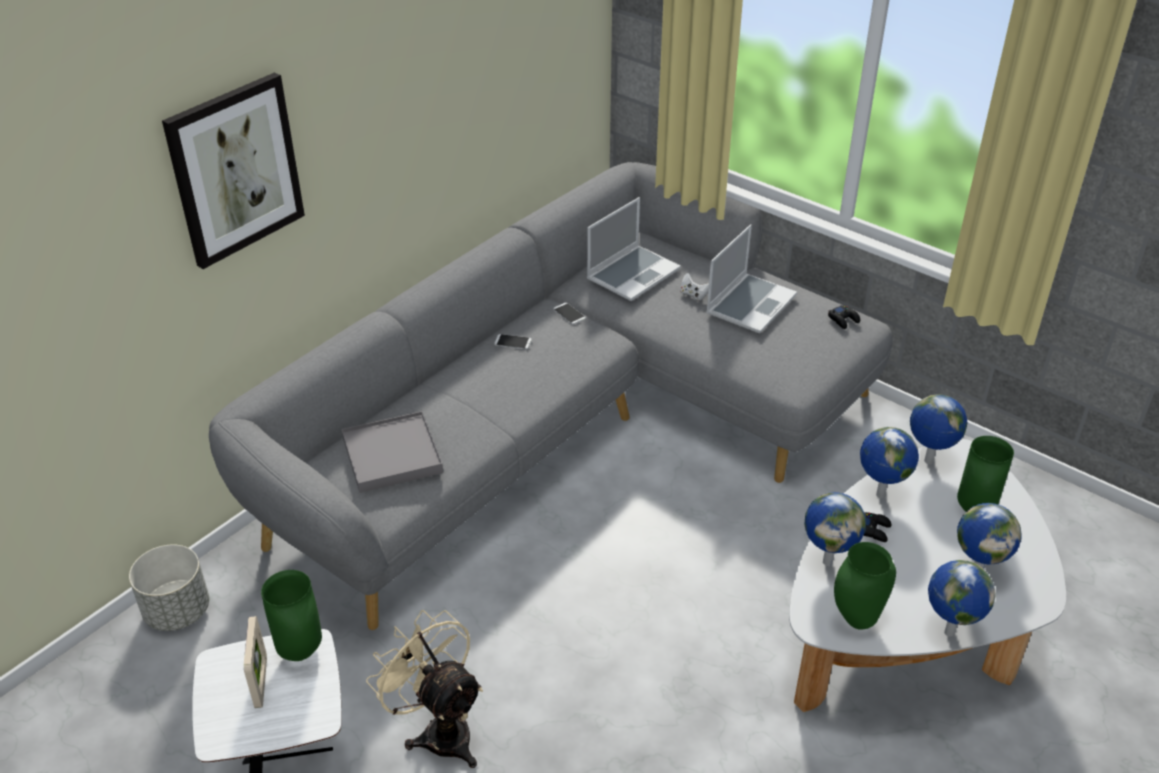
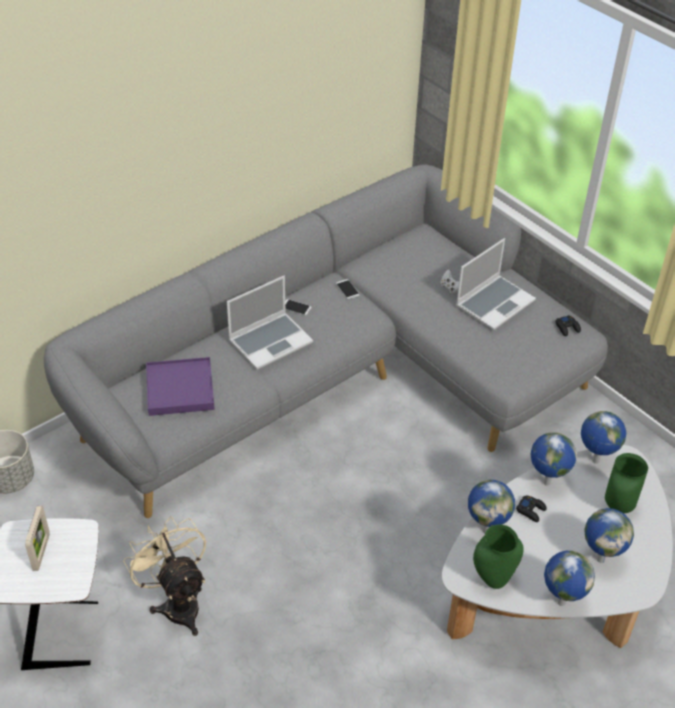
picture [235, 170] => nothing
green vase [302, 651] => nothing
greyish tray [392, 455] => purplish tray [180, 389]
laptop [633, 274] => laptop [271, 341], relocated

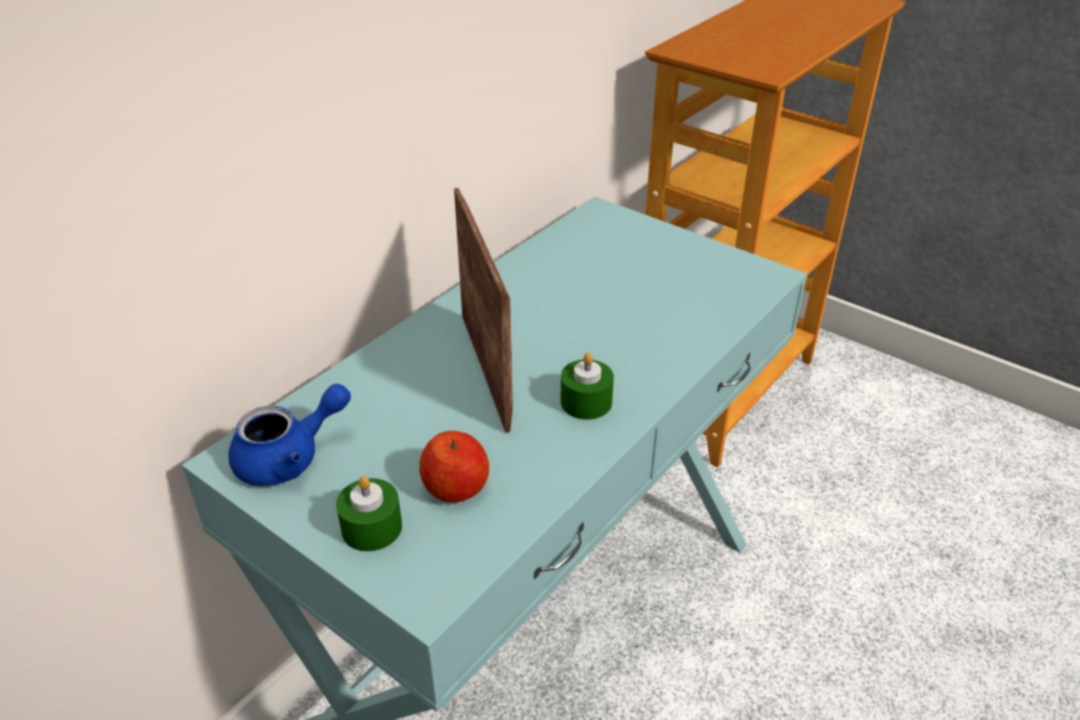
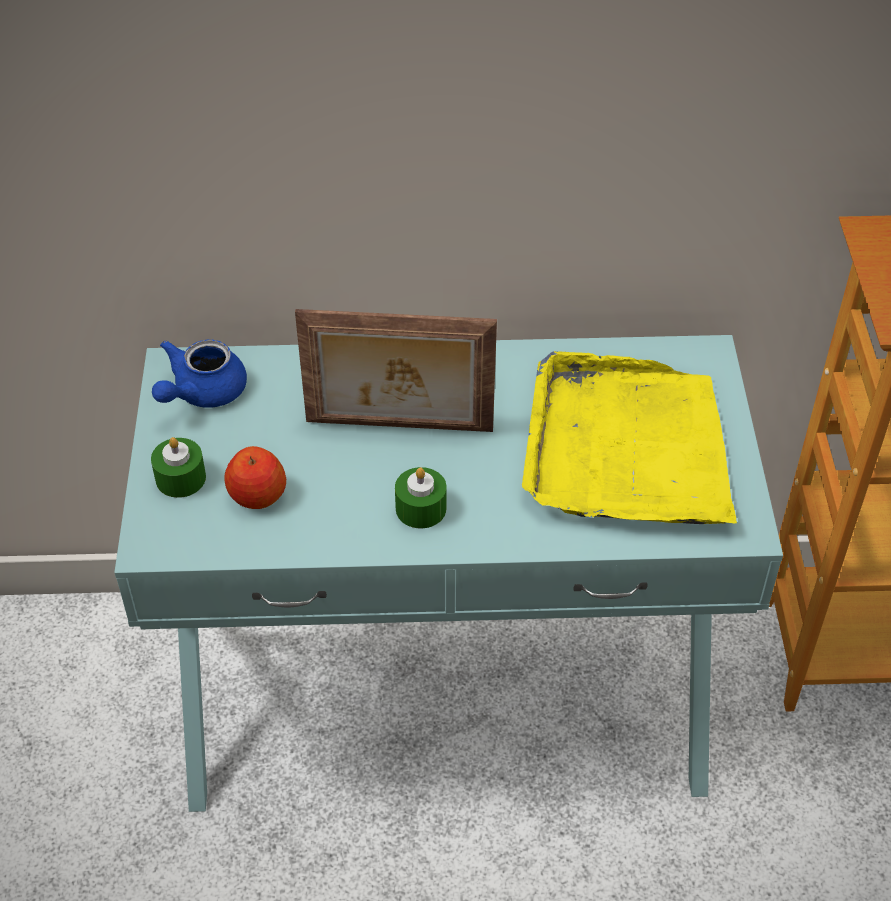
bluish pot for tea [290, 458] => bluish pot for tea [201, 393], 105 degrees clockwise
photo frame [487, 369] => photo frame [399, 428], 60 degrees clockwise
nothing => yellowish tray [626, 449]

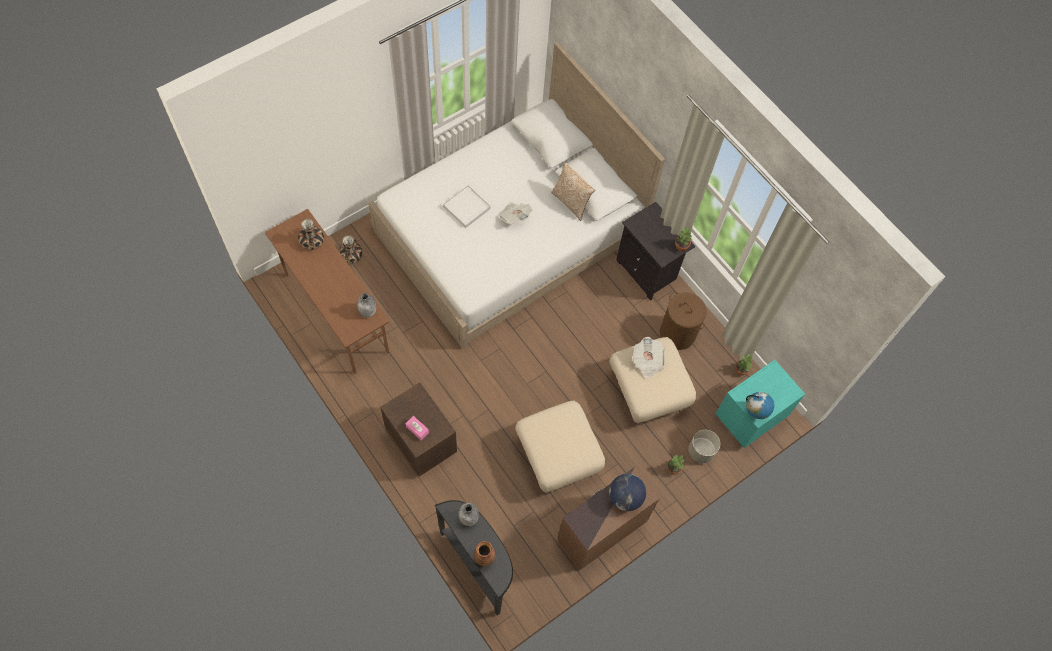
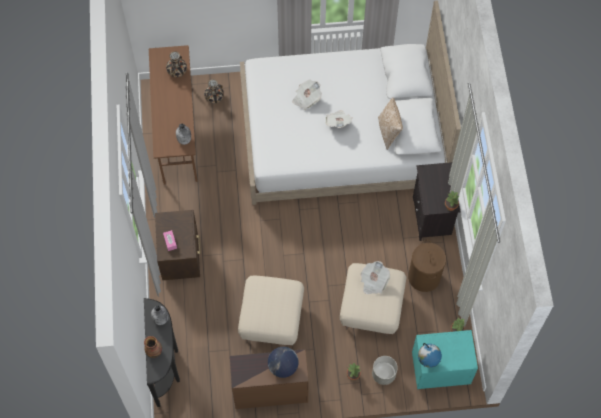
white-coloured tray [466, 208] => daily paper [306, 99]

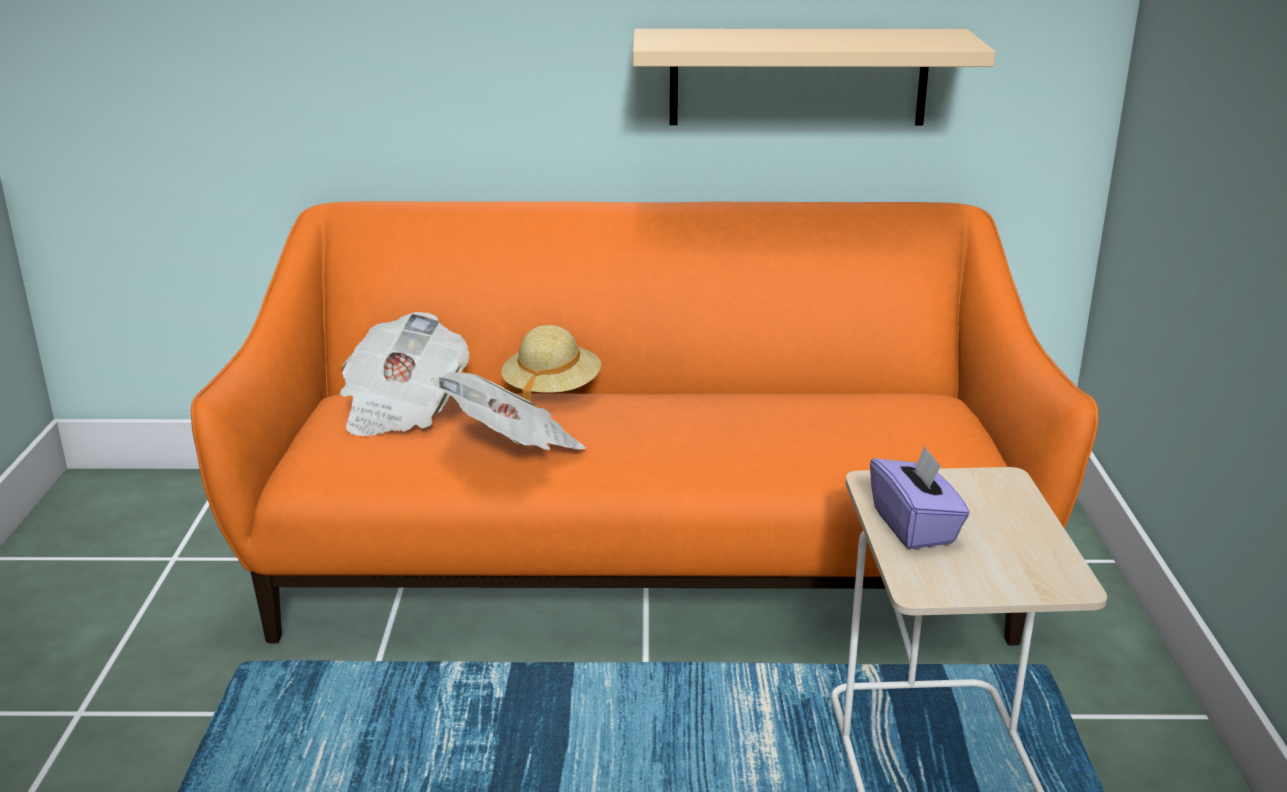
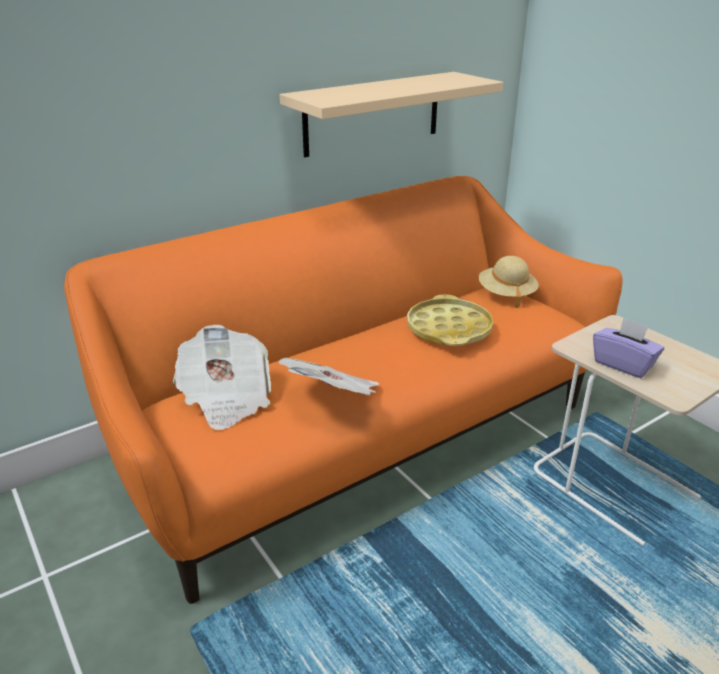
beige-coloured hat [551, 390] => beige-coloured hat [506, 294], relocated
nothing => yellowish tray [449, 329]

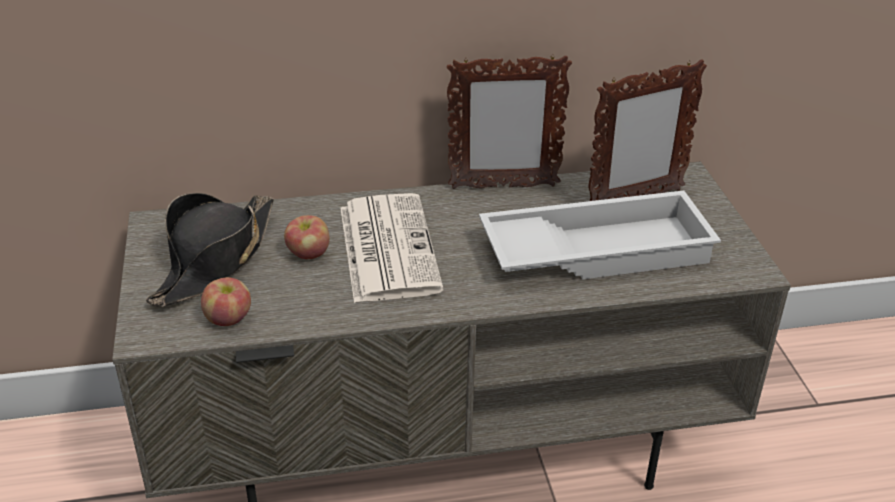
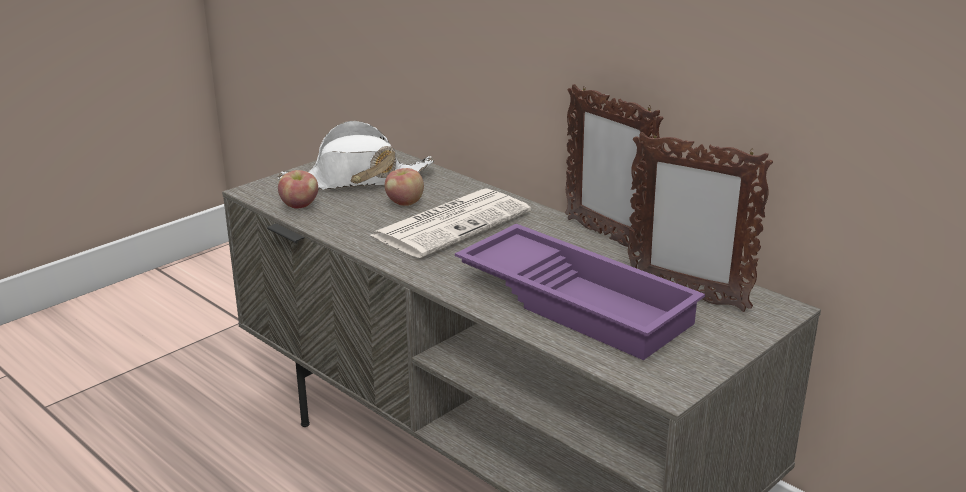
black hat [215, 260] => white-coloured hat [356, 180]
white-coloured tray [596, 249] => purplish tray [578, 301]

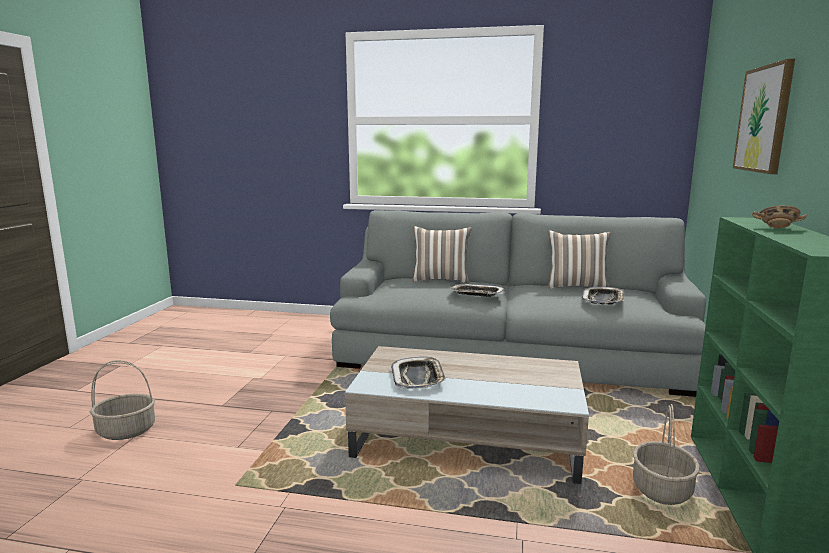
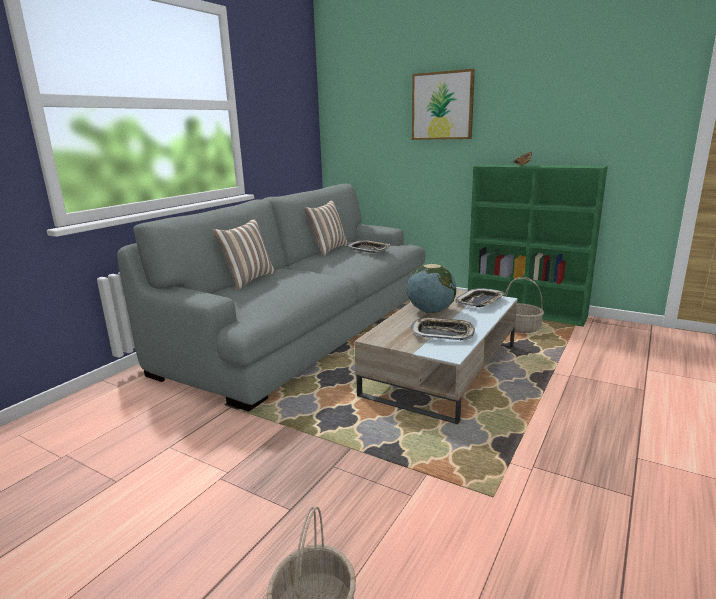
tray [476, 294] => tray [480, 302], relocated
nothing => desk globe [430, 311]

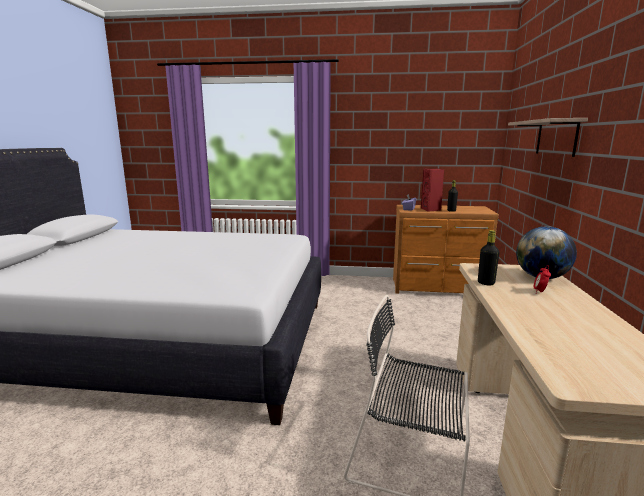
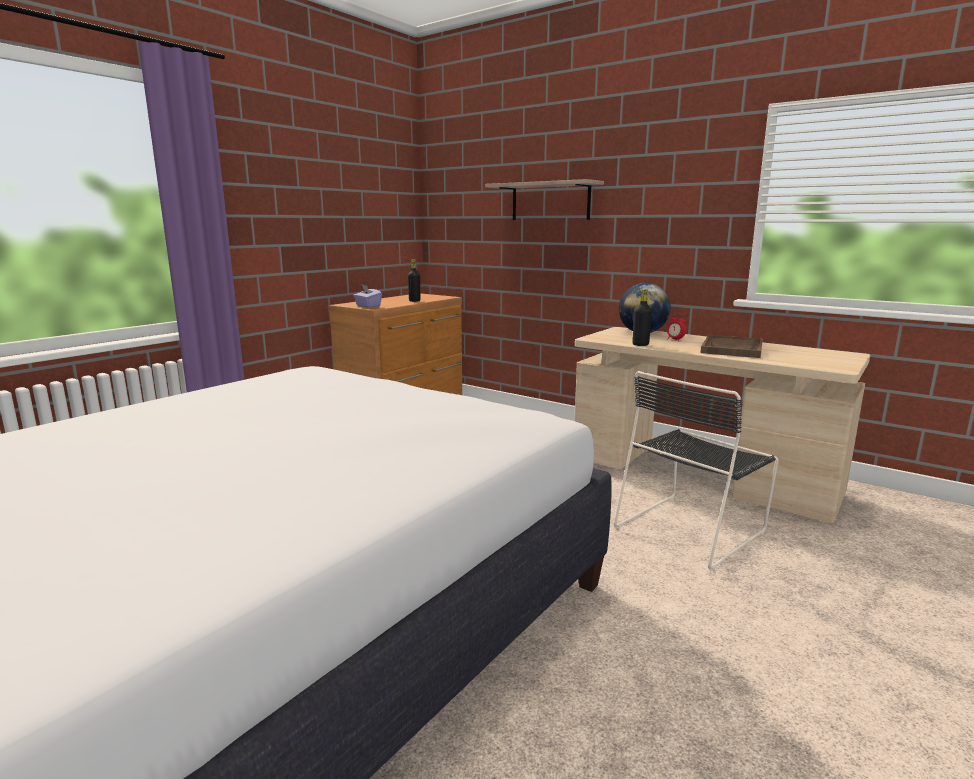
red audio speaker [431, 209] => nothing
nothing => brown tray [732, 349]

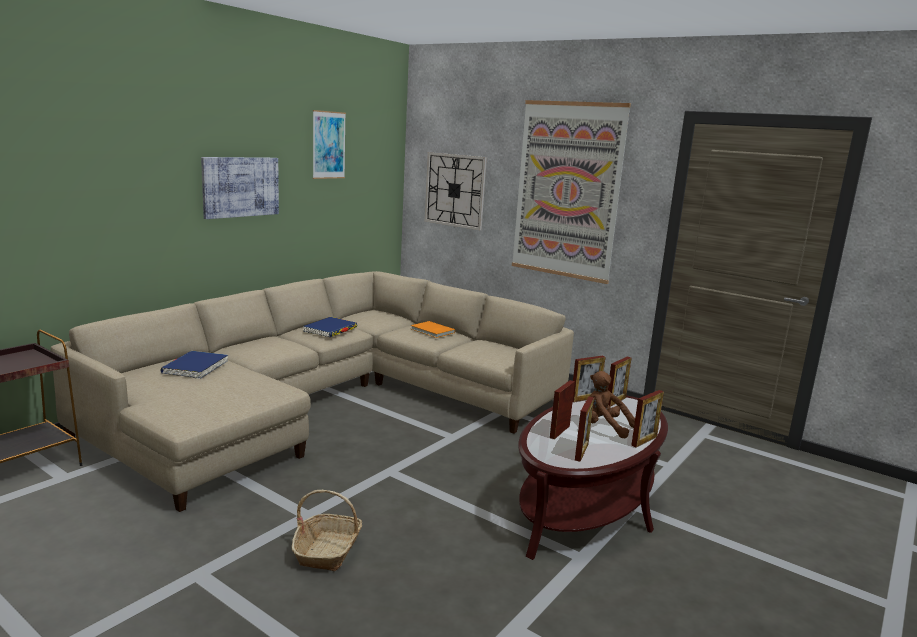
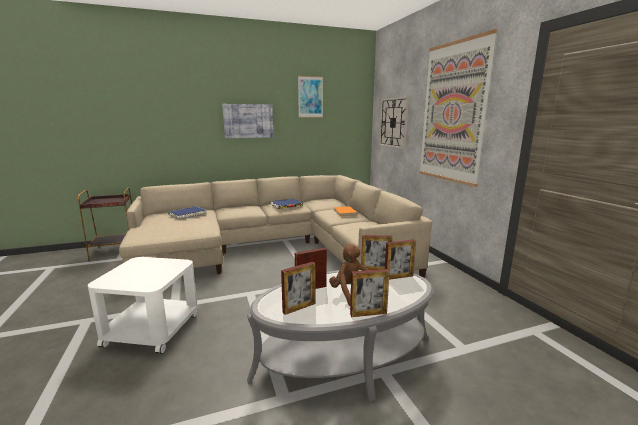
basket [328, 550] => white-coloured side table [152, 329]
brown coffee table [586, 505] => greyish coffee table [344, 357]

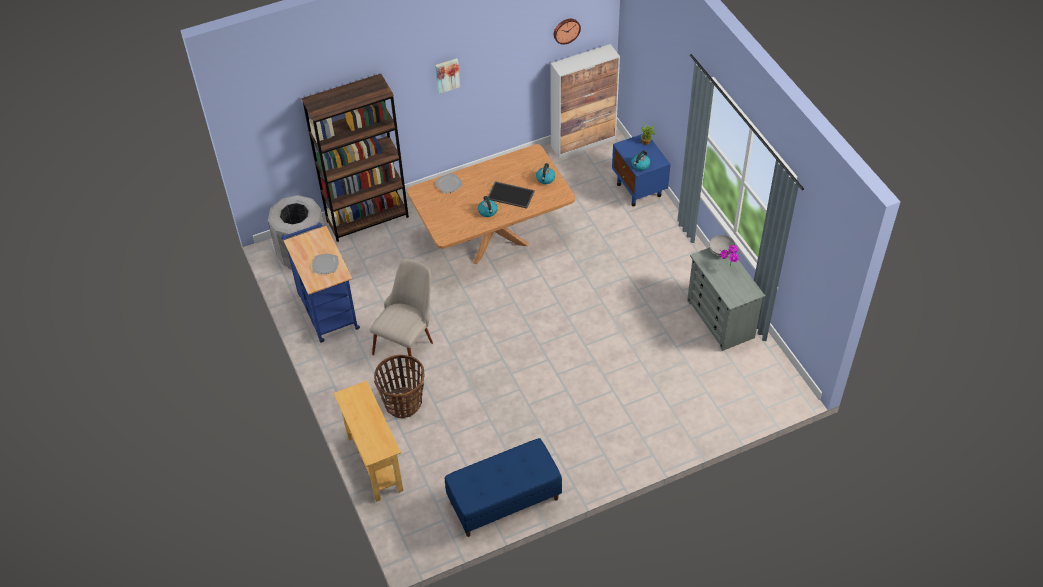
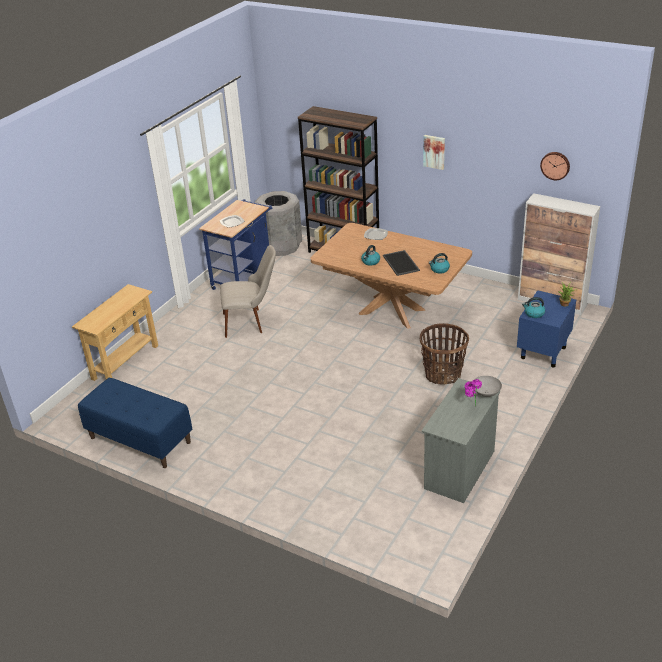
basket [403, 403] => basket [443, 374], relocated

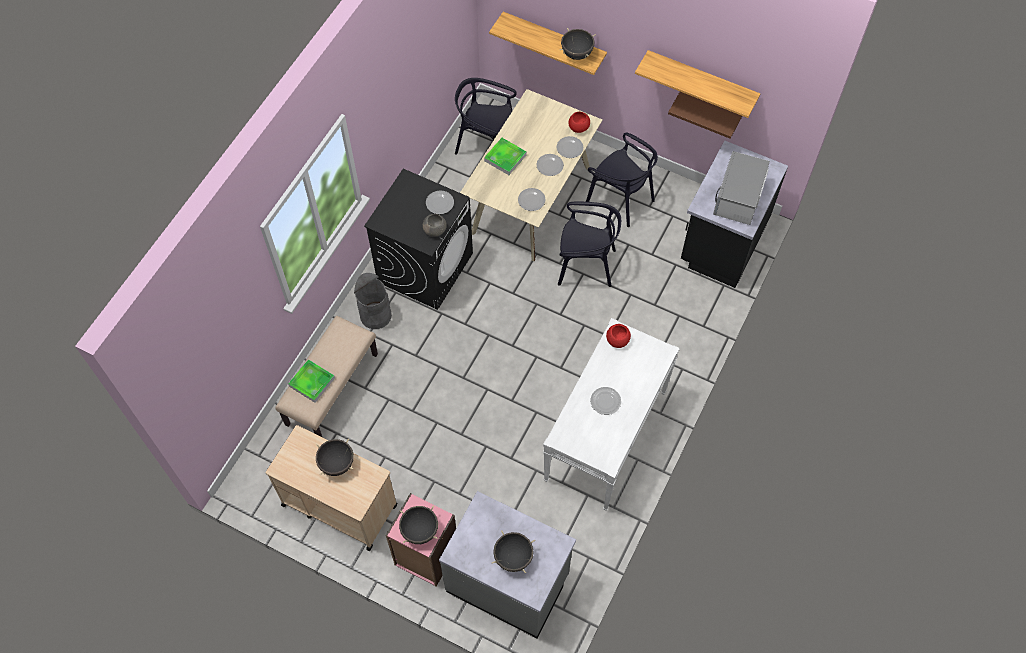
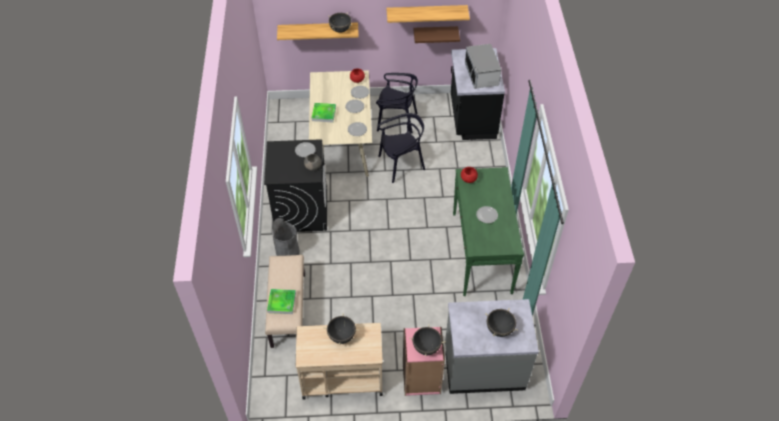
black upright chair [485, 144] => nothing
white-coloured hall table [605, 436] => green hall table [482, 253]

